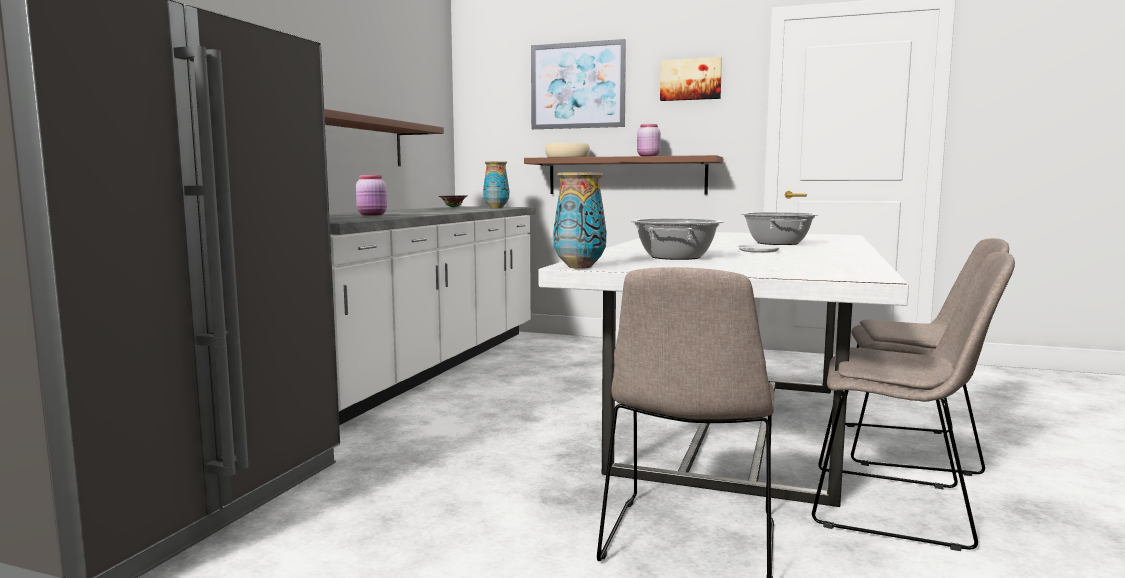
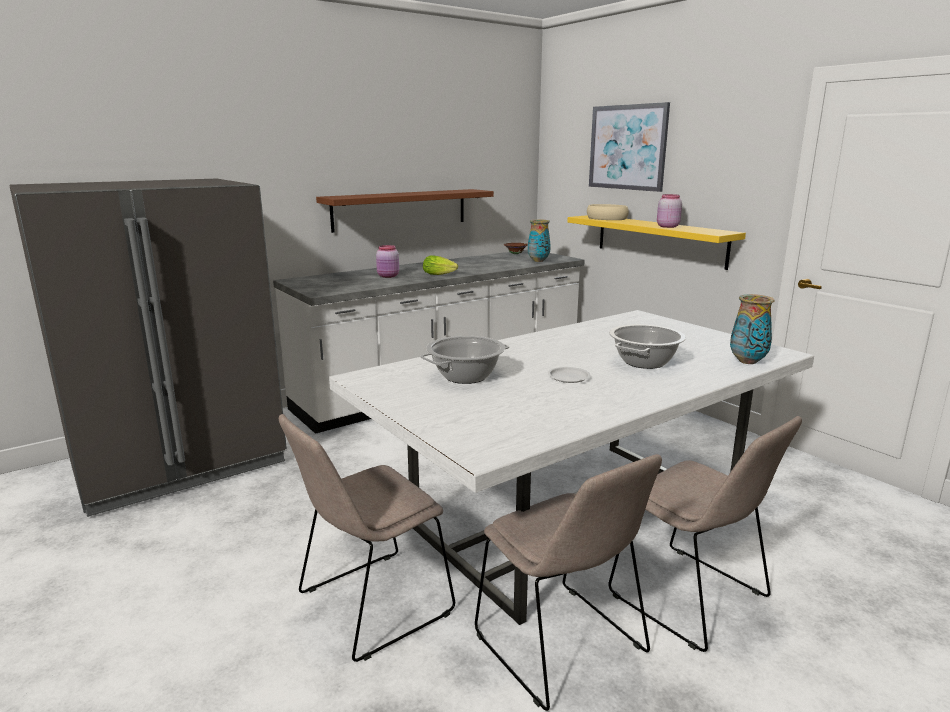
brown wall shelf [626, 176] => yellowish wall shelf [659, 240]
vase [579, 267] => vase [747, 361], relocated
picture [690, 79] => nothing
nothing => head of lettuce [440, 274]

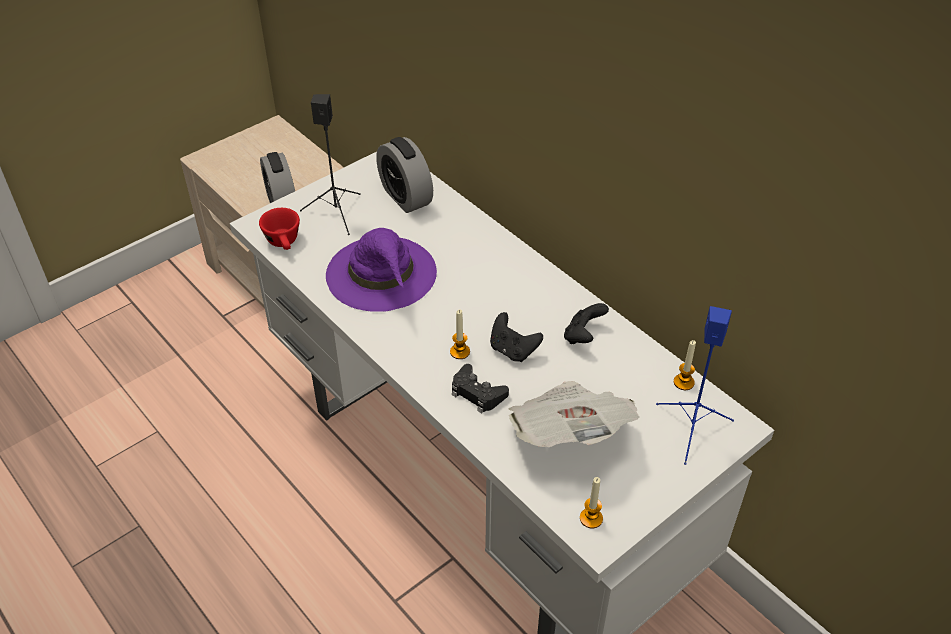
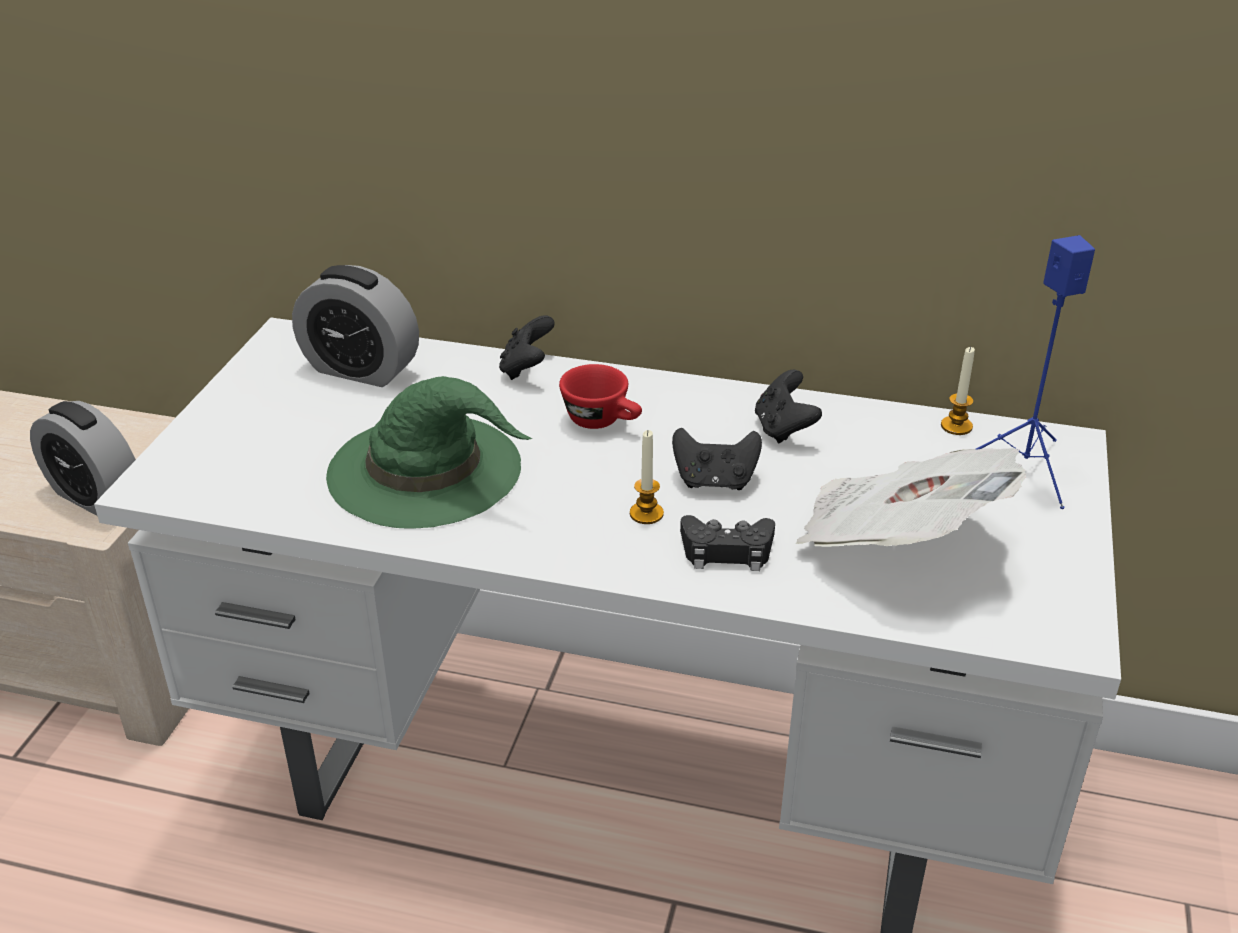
red small cup [284, 243] => red small cup [603, 421], relocated
black audio speaker [336, 212] => nothing
purplish hat [382, 274] => green hat [428, 470]
wax candle [591, 518] => nothing
nothing => black game controller [526, 368]

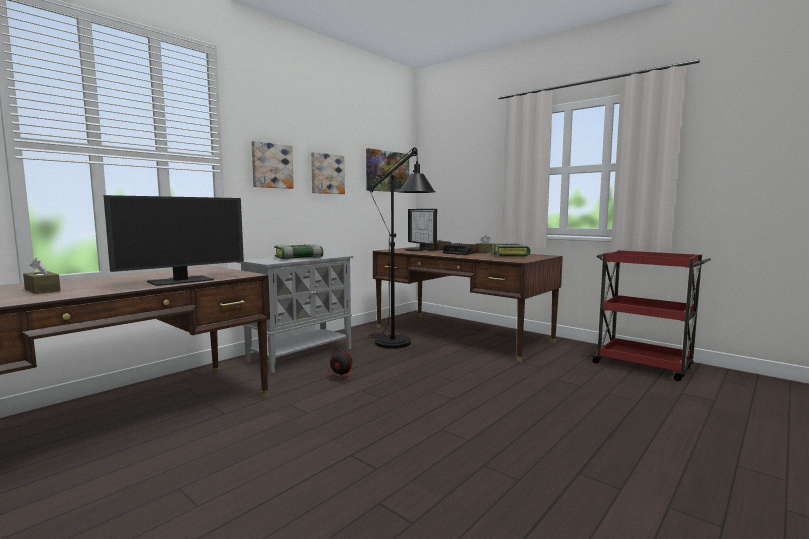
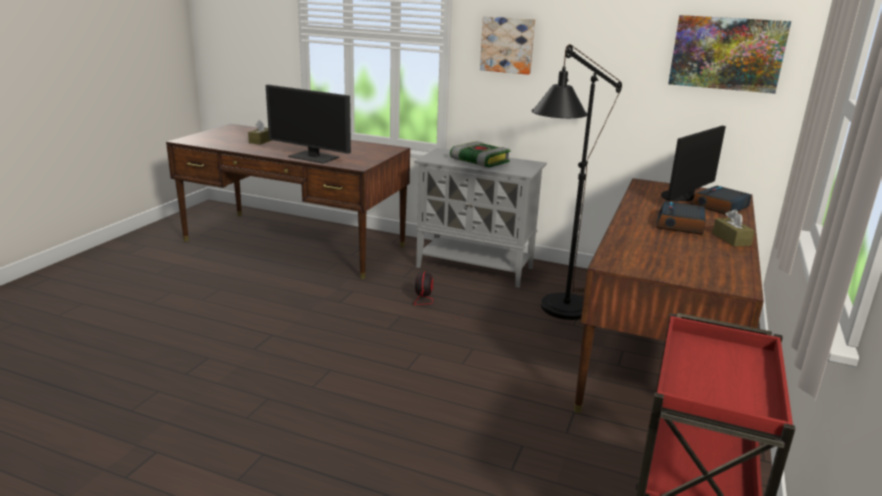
picture [327, 174] => nothing
volume [510, 255] => nothing

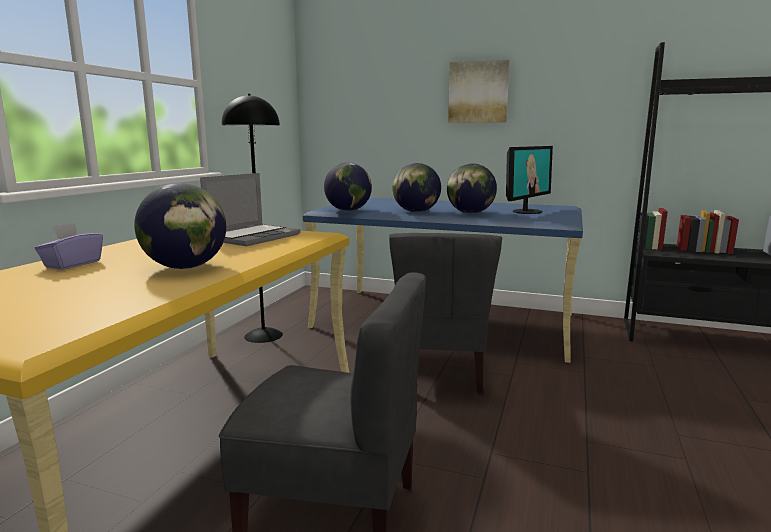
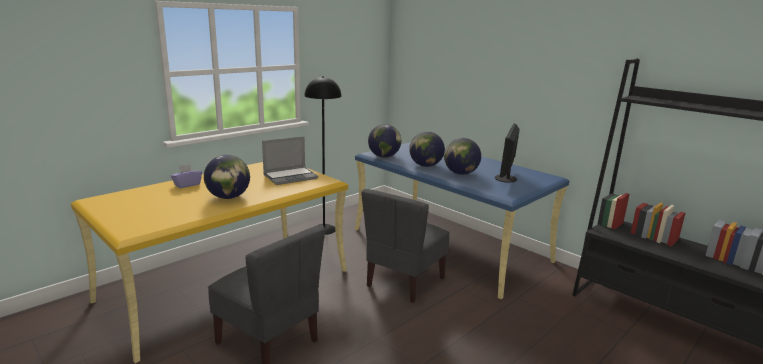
picture [478, 92] => nothing
monitor [526, 211] => monitor [506, 178], 135 degrees clockwise

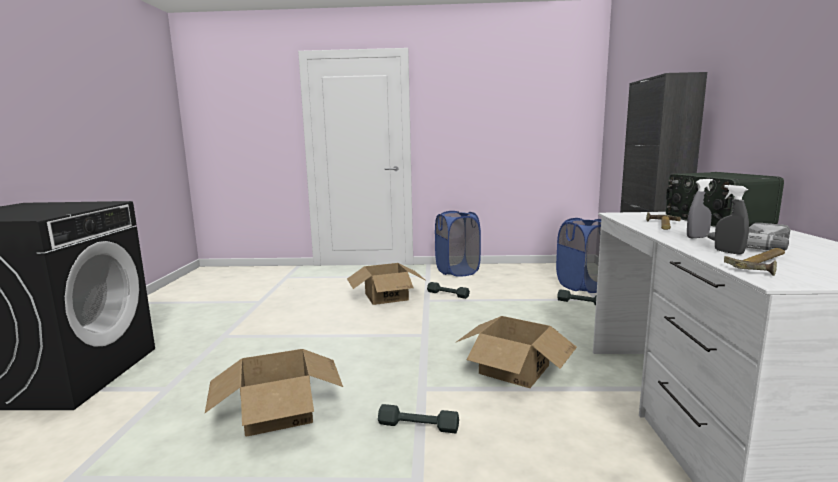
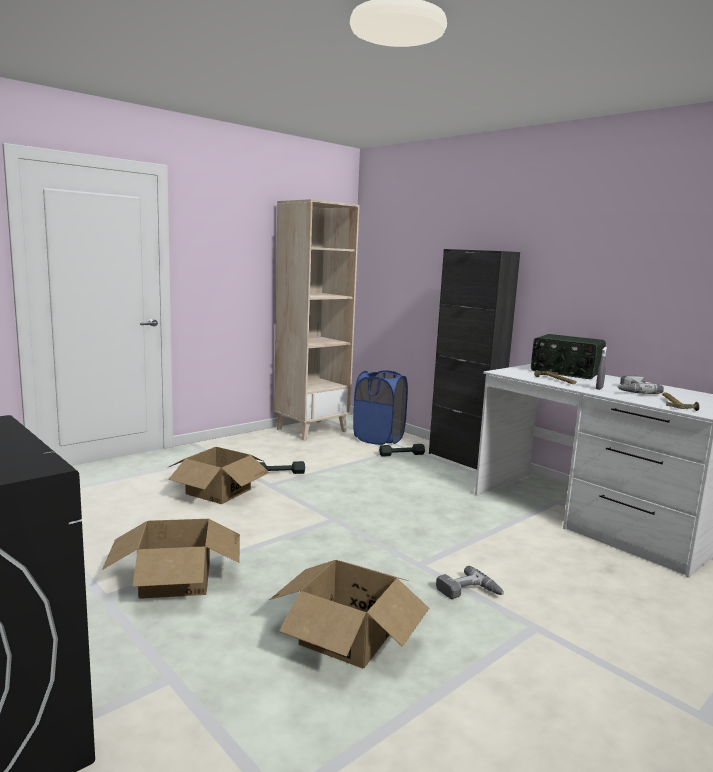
greyish dumbbell [418, 426] => power drill [469, 592]
bluish hamper [457, 271] => nothing
packing box [514, 369] => packing box [176, 579], relocated
greyish spray bottle [728, 252] => nothing
nothing => beige-coloured bookcase [311, 430]

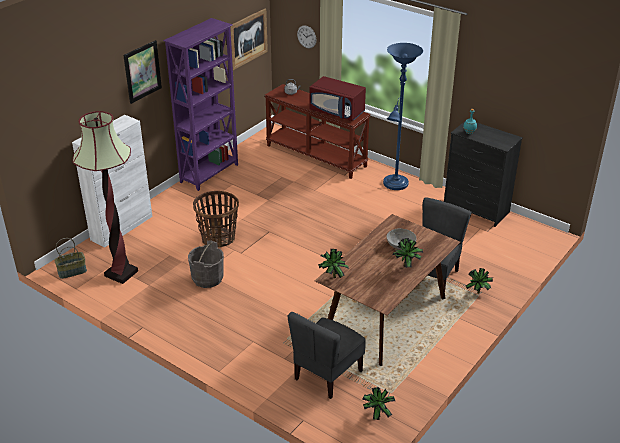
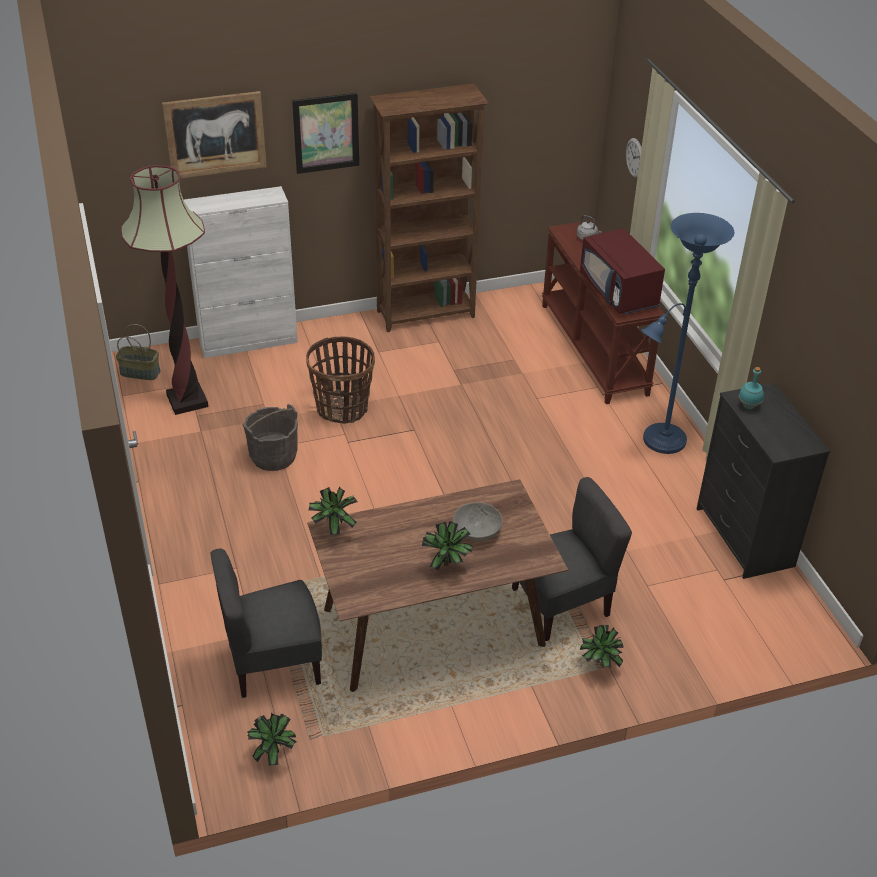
purplish bookcase [210, 173] => brown bookcase [426, 315]
picture [248, 39] => picture [215, 135], relocated

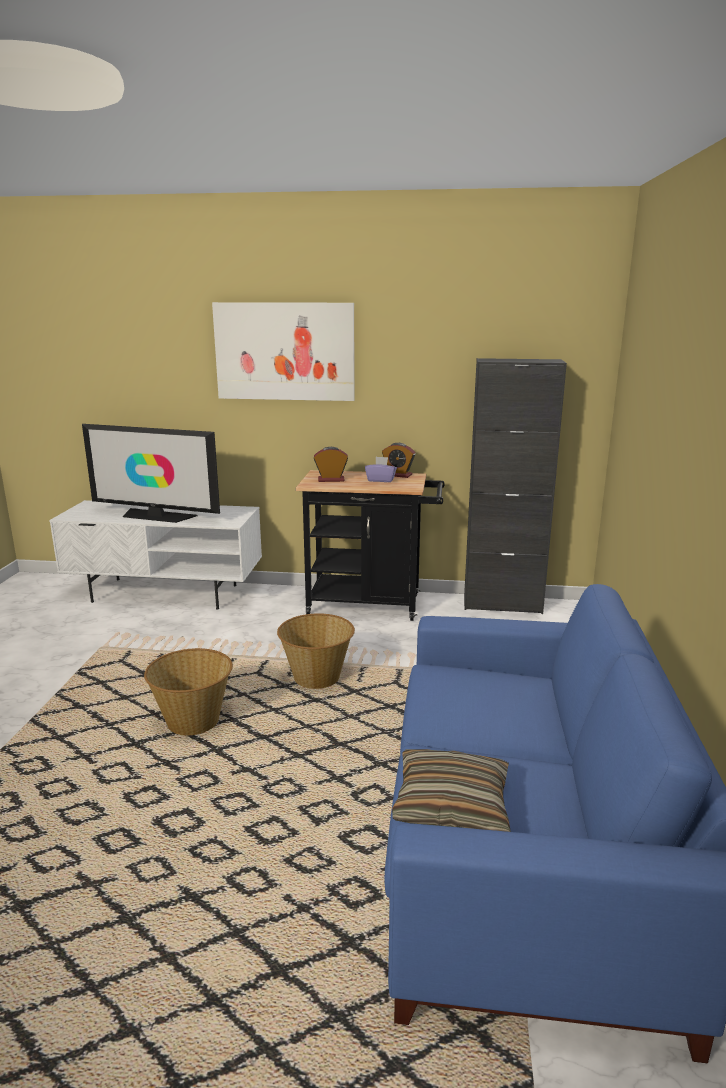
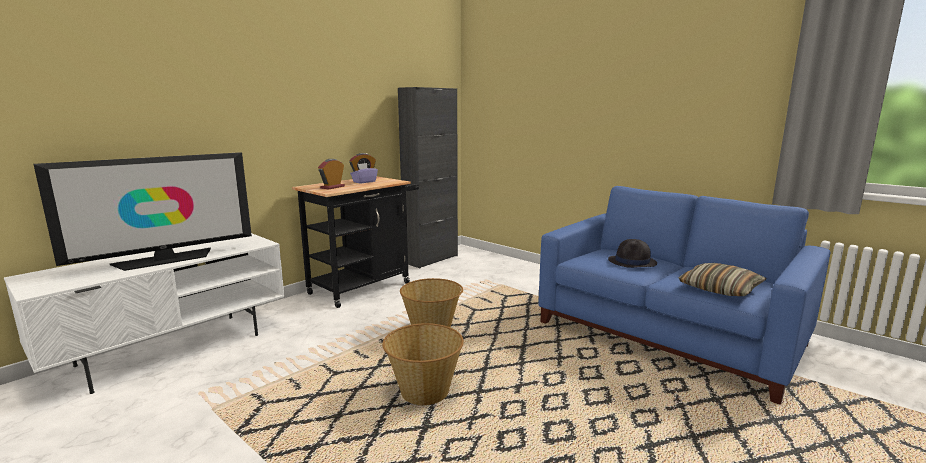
picture [285, 351] => nothing
nothing => black hat [632, 262]

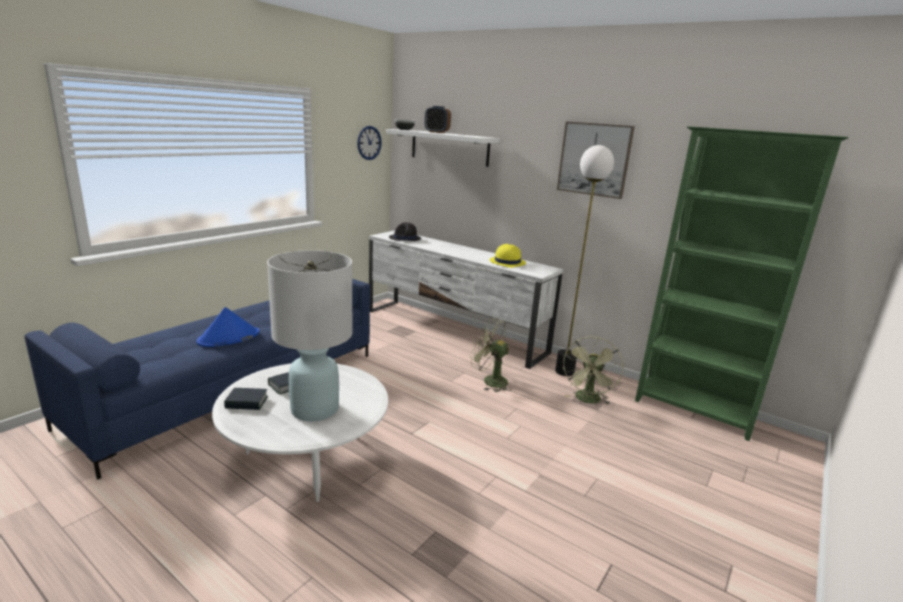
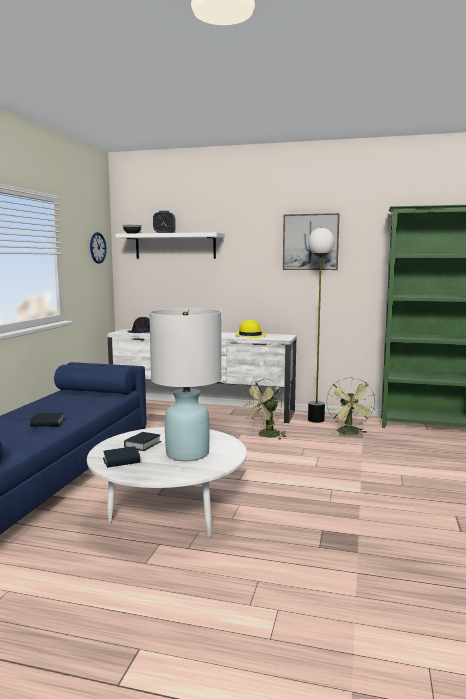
bluish hat [228, 338] => volume [47, 423]
green fan [489, 381] => green fan [266, 435], 45 degrees counterclockwise

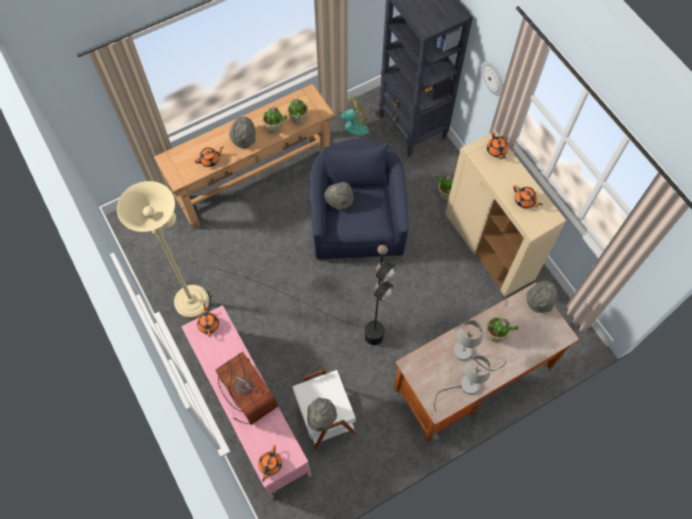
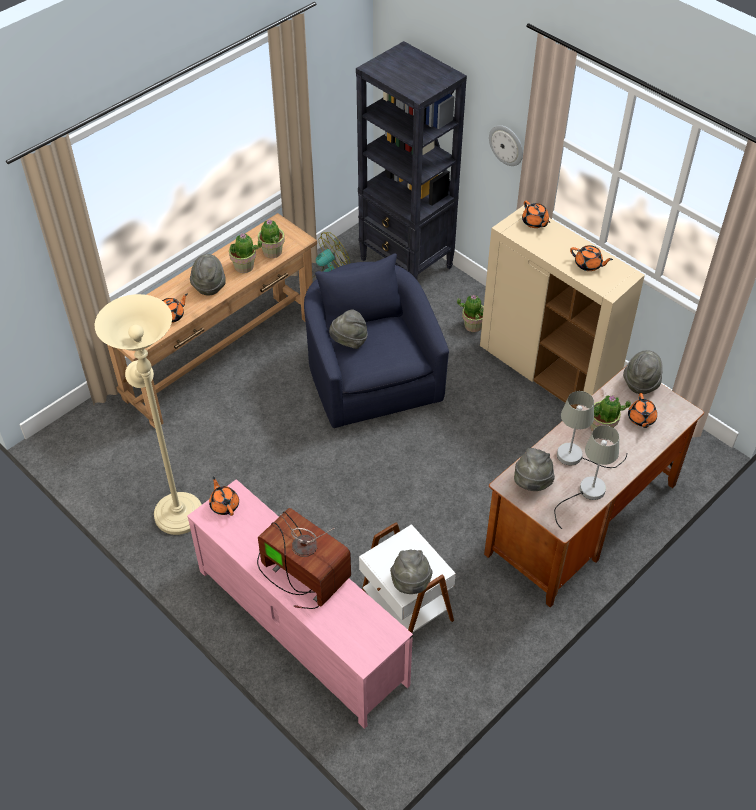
black standard lamp [326, 314] => nothing
orange pot for tea [270, 465] => orange pot for tea [641, 419], relocated
nothing => greyish hat [531, 483]

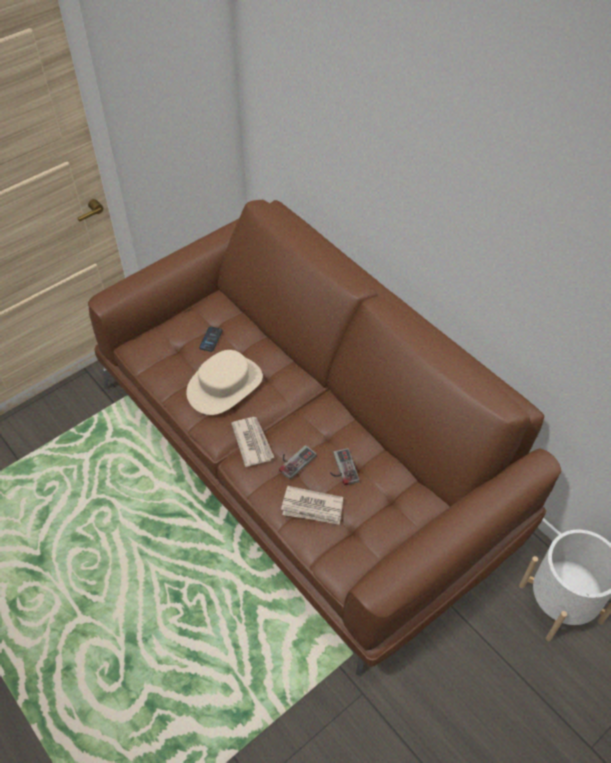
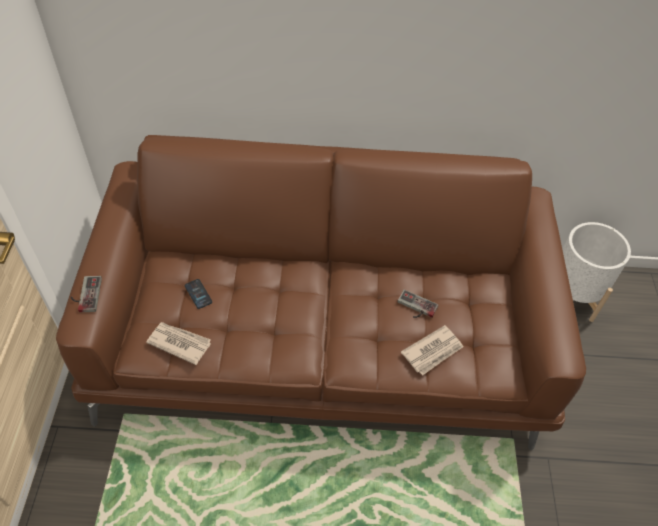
beige-coloured hat [224, 385] => nothing
daily paper [252, 442] => daily paper [179, 343], relocated
game controller [294, 460] => game controller [85, 295], relocated

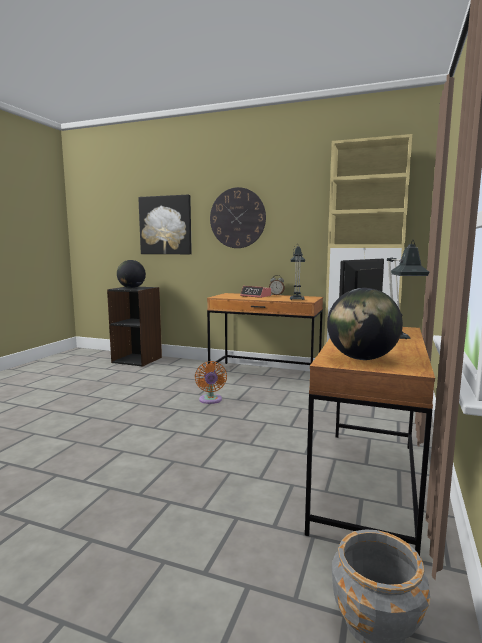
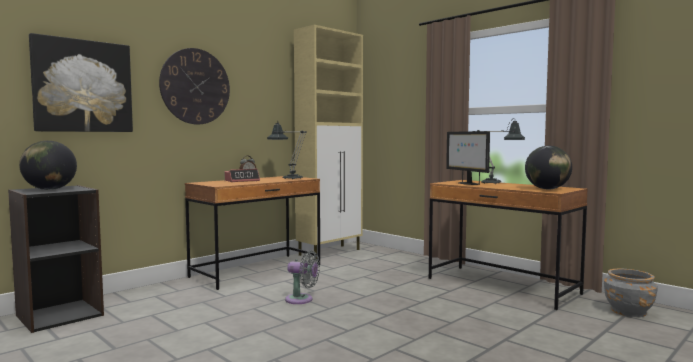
orange fan [210, 400] => greyish fan [302, 300]

